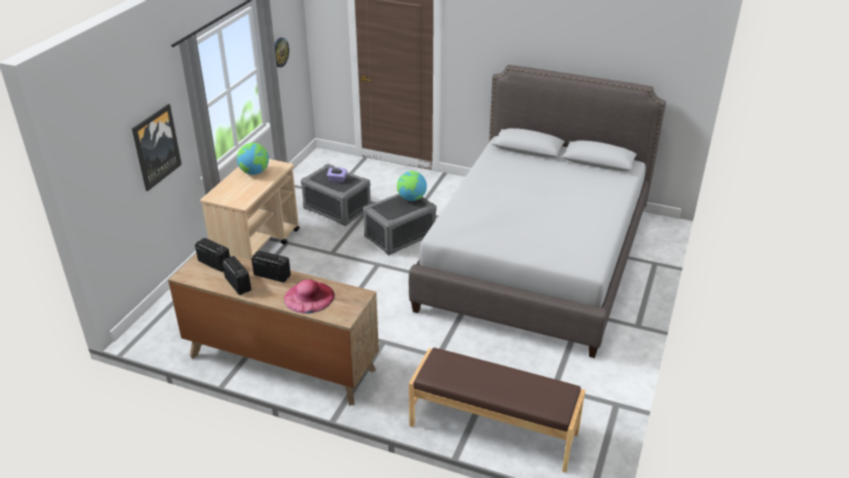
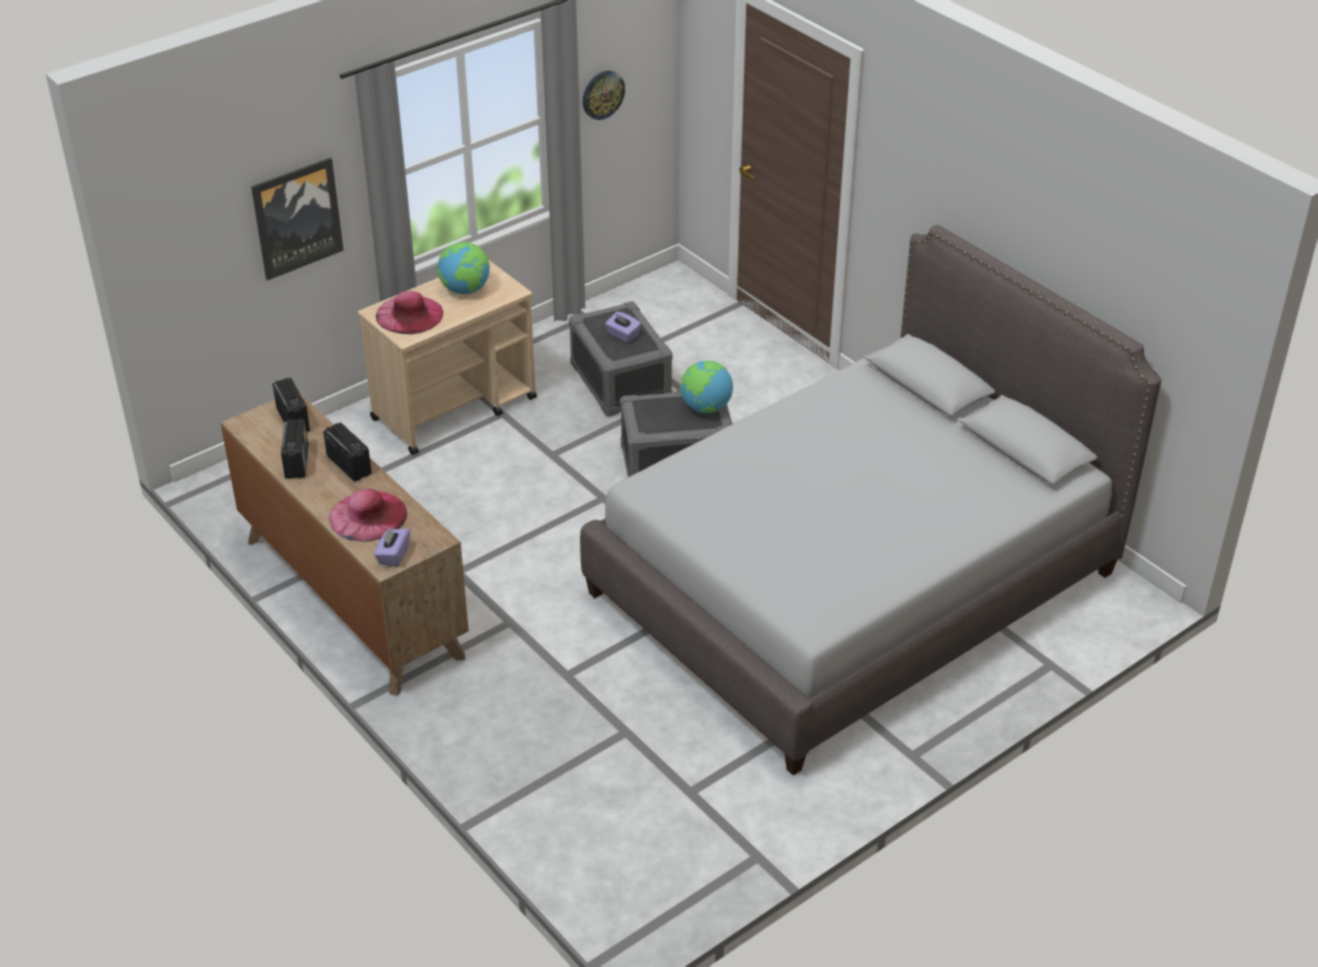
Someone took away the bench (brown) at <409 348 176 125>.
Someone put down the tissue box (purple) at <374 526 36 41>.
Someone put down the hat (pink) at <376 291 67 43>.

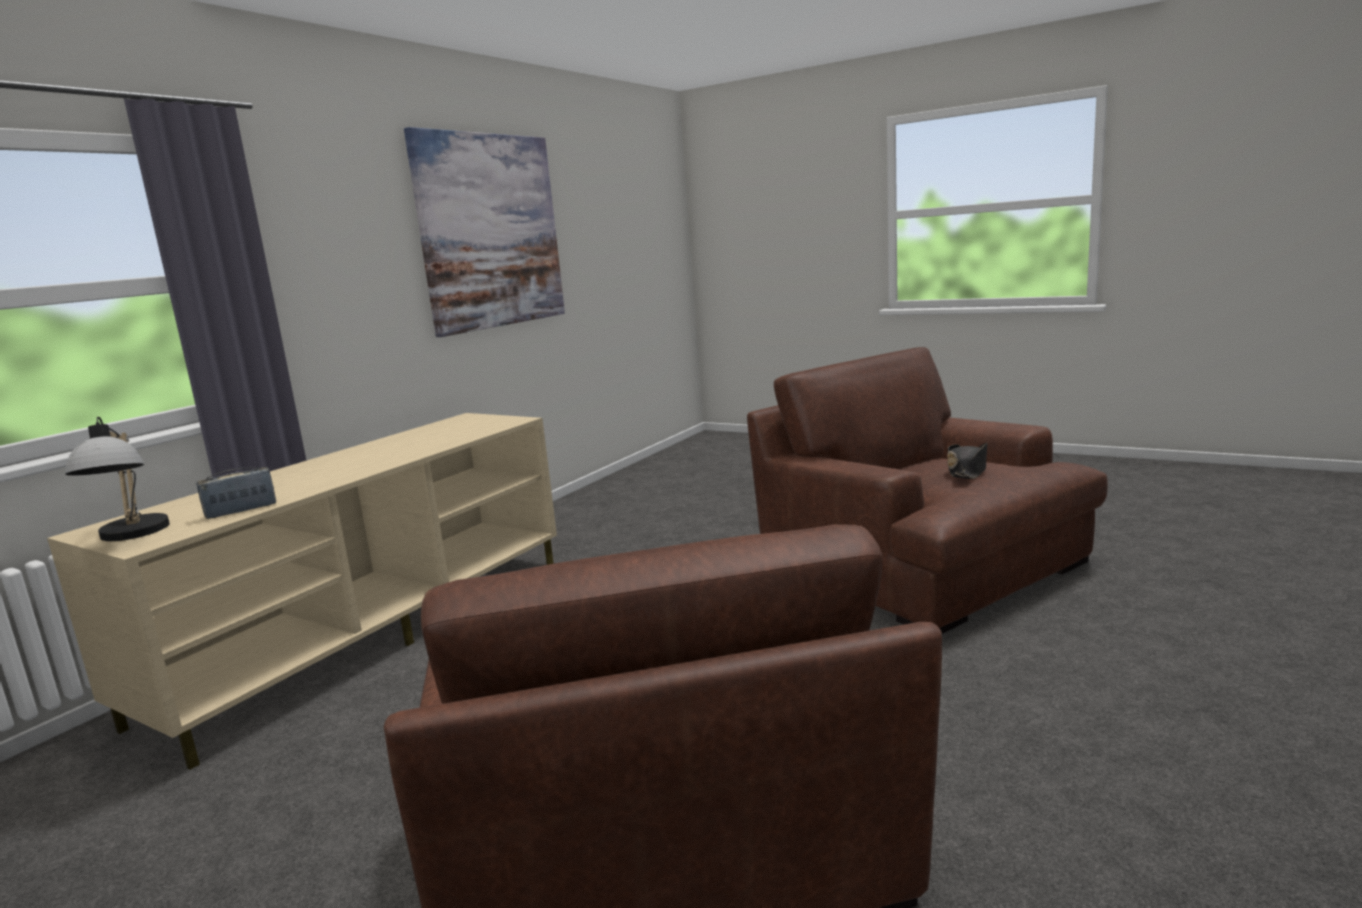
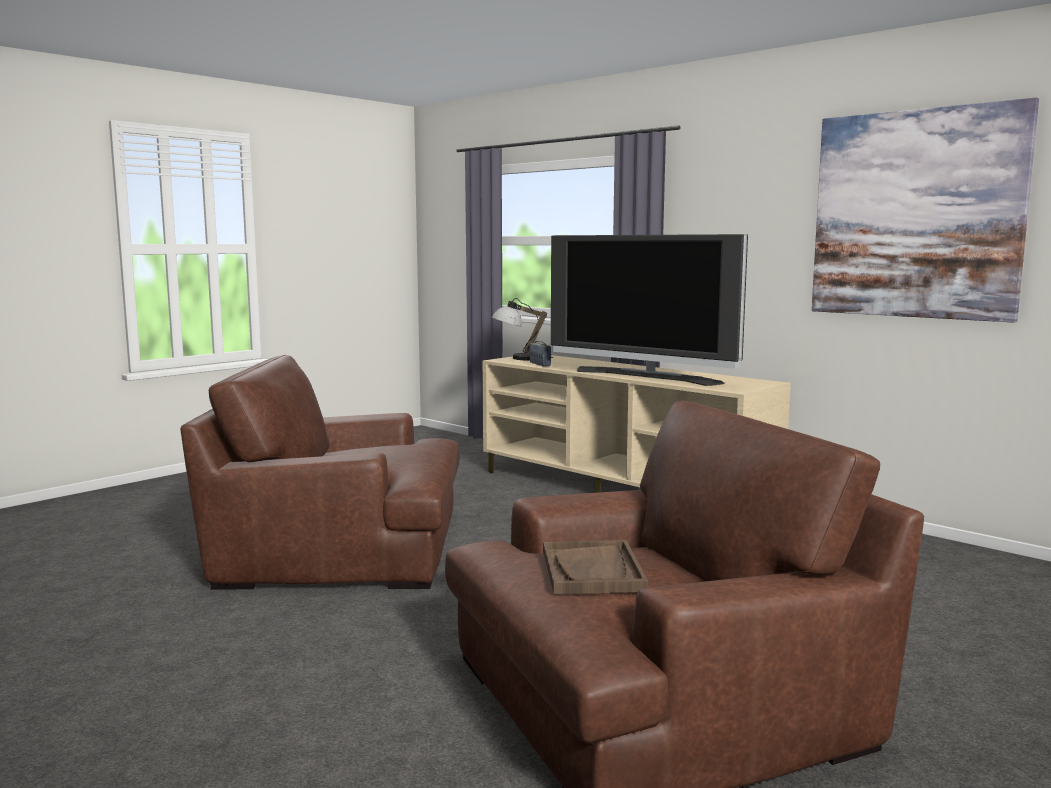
Someone swapped the hat (black) at <947 442 41 37> for the tray (brown) at <543 540 105 55>.
Someone put down the television at <551 234 197 152>.

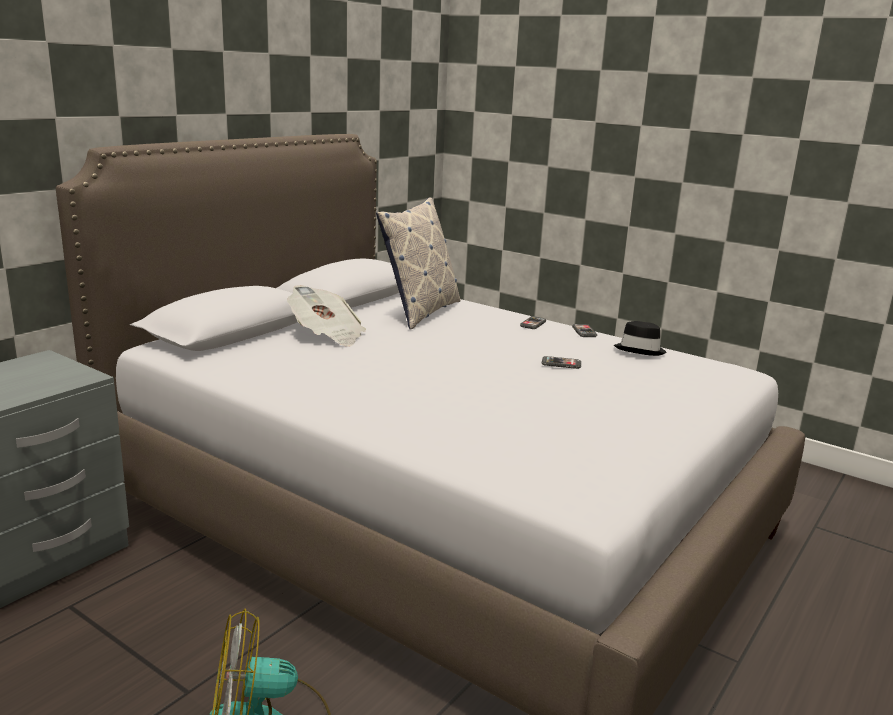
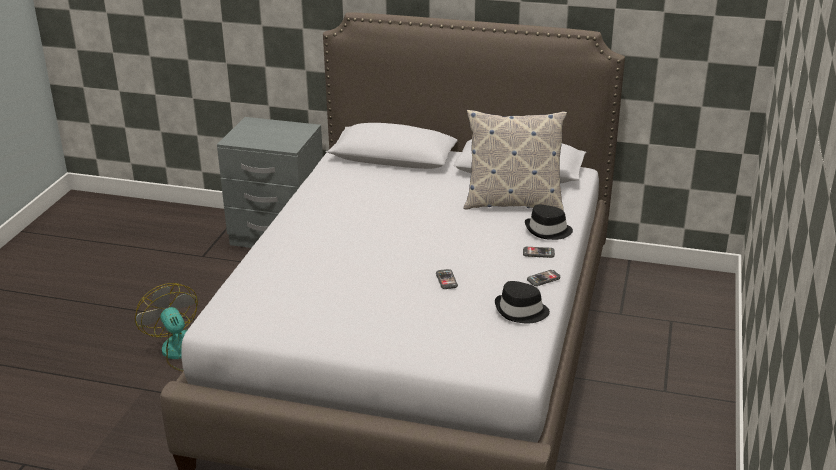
Someone took away the newspaper at <287 285 79 62>.
Someone put down the hat (black) at <525 205 48 35>.

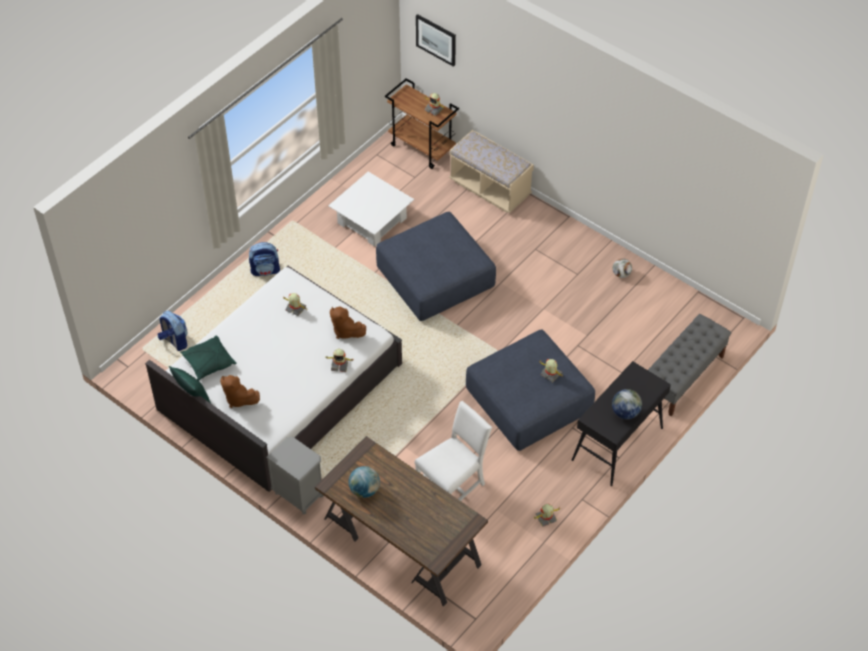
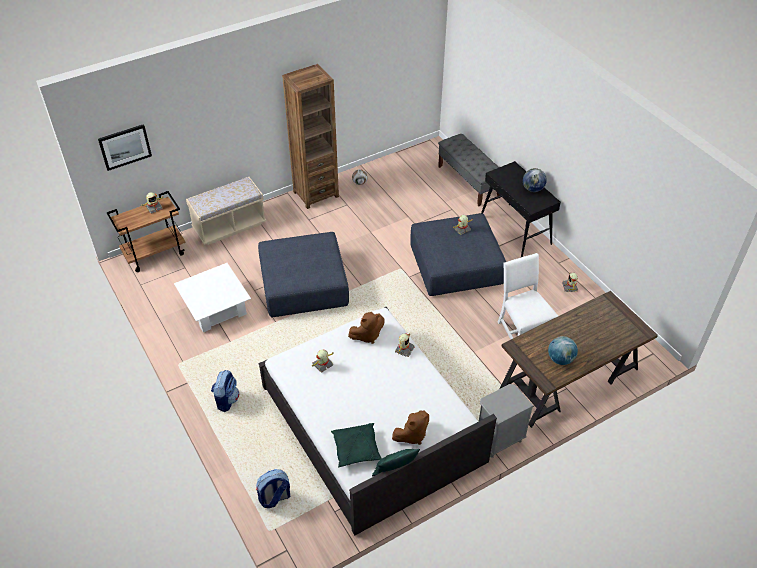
Someone put down the bookcase (brown) at <282 64 57 145>.

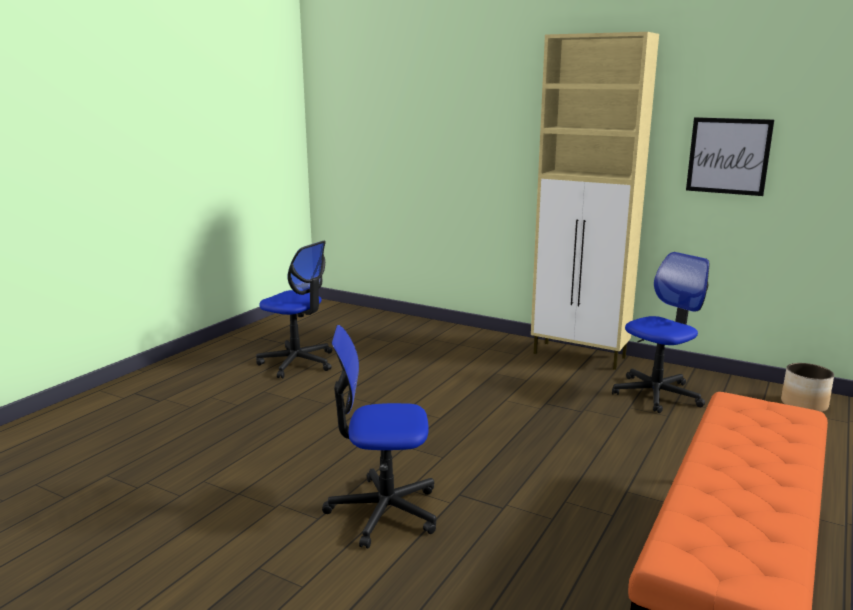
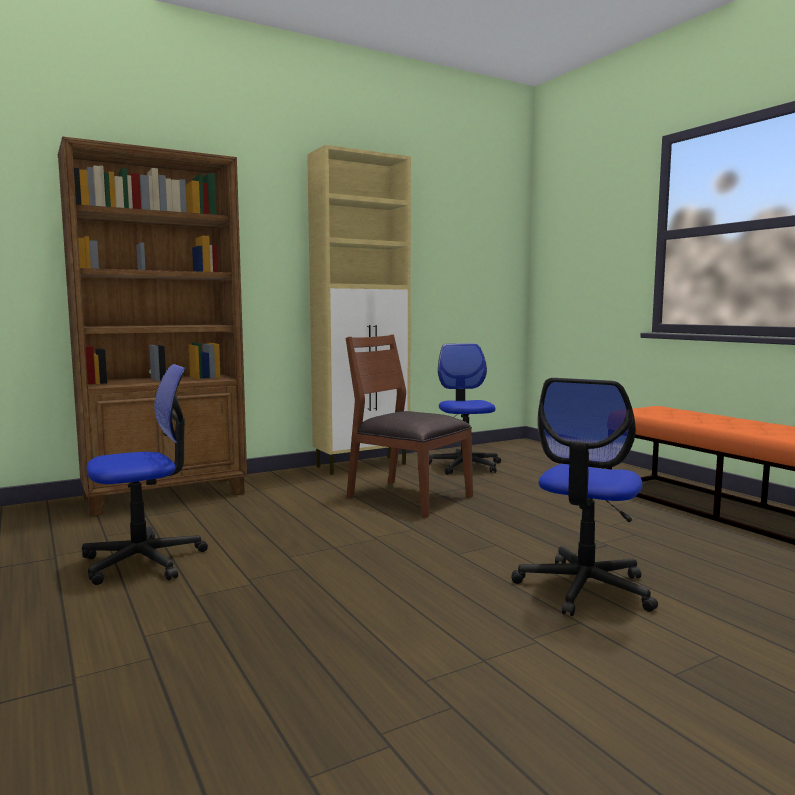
Someone took away the picture at <686 117 88 79>.
Someone took away the planter at <781 363 53 49>.
Someone put down the bookcase (brown) at <58 136 189 380>.
Someone put down the chair (brown) at <346 334 127 184>.

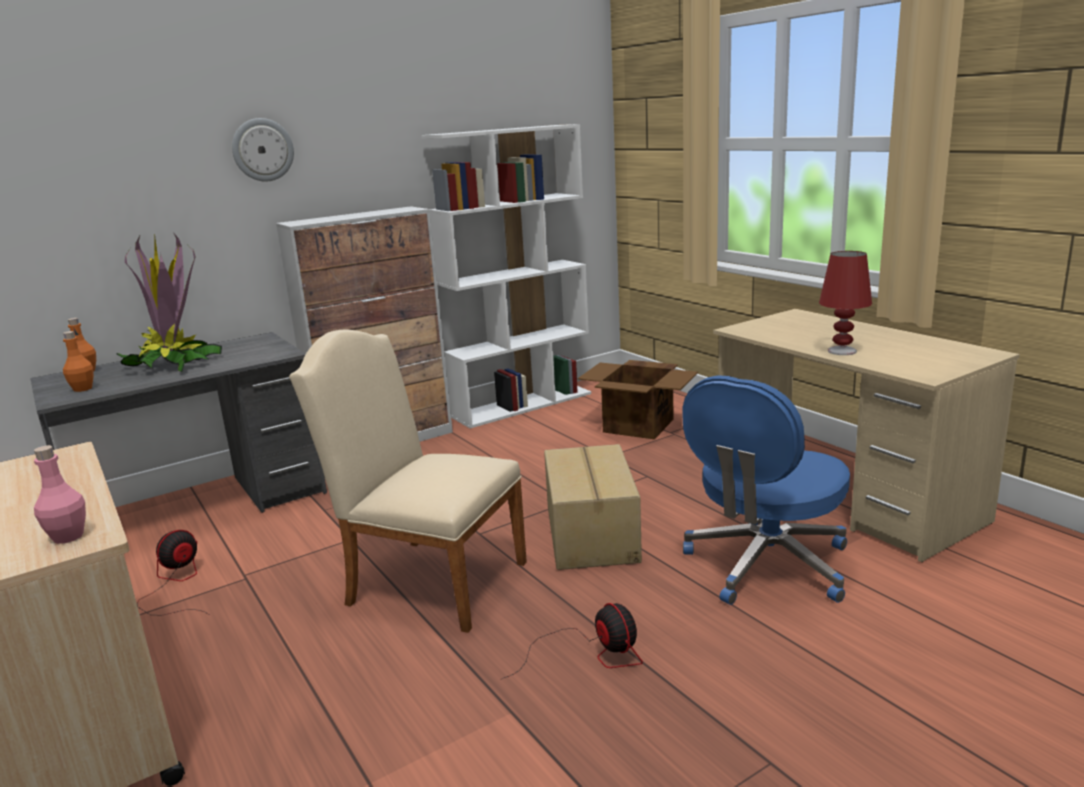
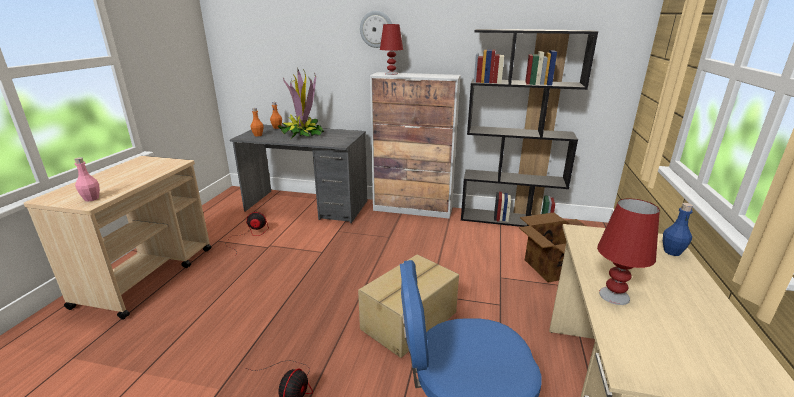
Someone took away the chair (beige) at <289 330 238 303>.
Someone repainted the bookcase (white) at <421 124 170 304>, which became the bookcase (black) at <461 29 137 198>.
Someone put down the table lamp (red) at <380 24 23 51>.
Someone put down the bottle (blue) at <663 203 30 53>.

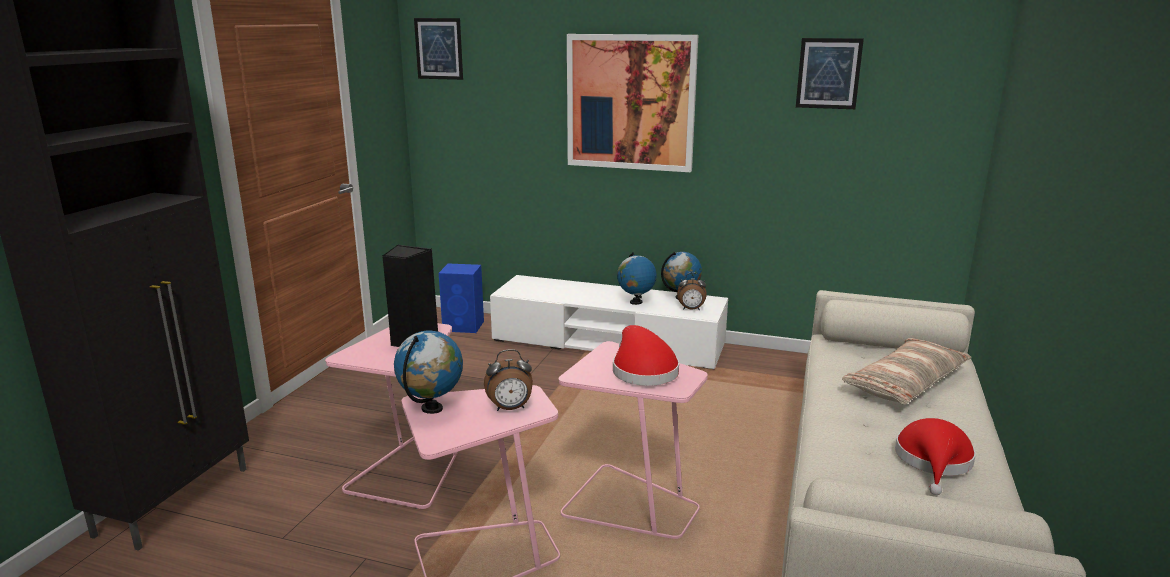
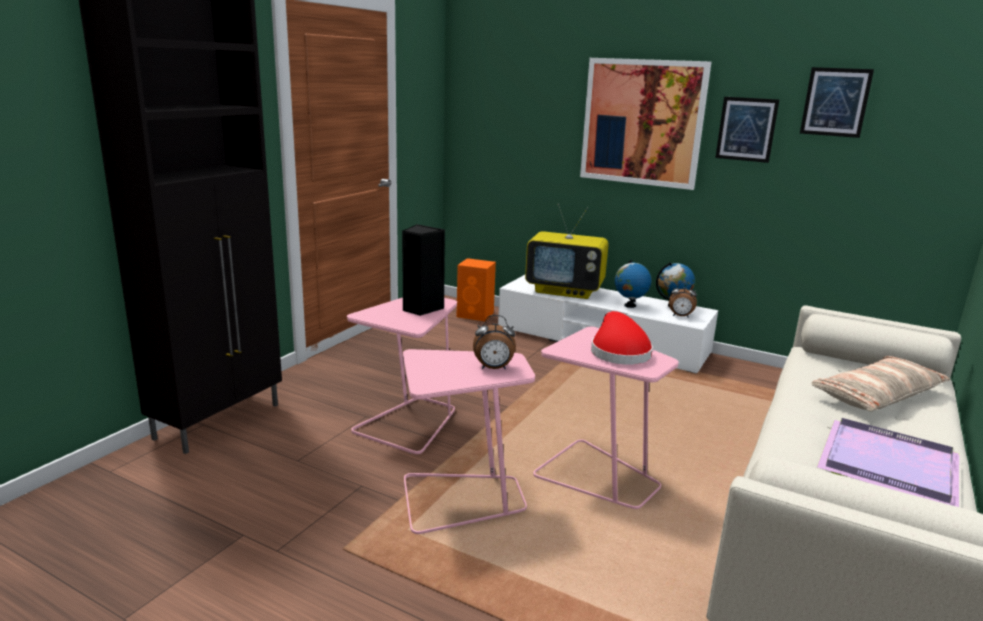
Someone took away the globe at <394 330 69 84>.
Someone carried the picture from <414 18 49 62> to <715 97 64 66>.
Someone repainted the speaker (blue) at <439 263 45 70>, which became the speaker (orange) at <457 258 39 63>.
Someone swapped the hat (red) at <895 418 81 77> for the tray (purple) at <817 418 142 89>.
Someone put down the television at <525 204 84 95>.

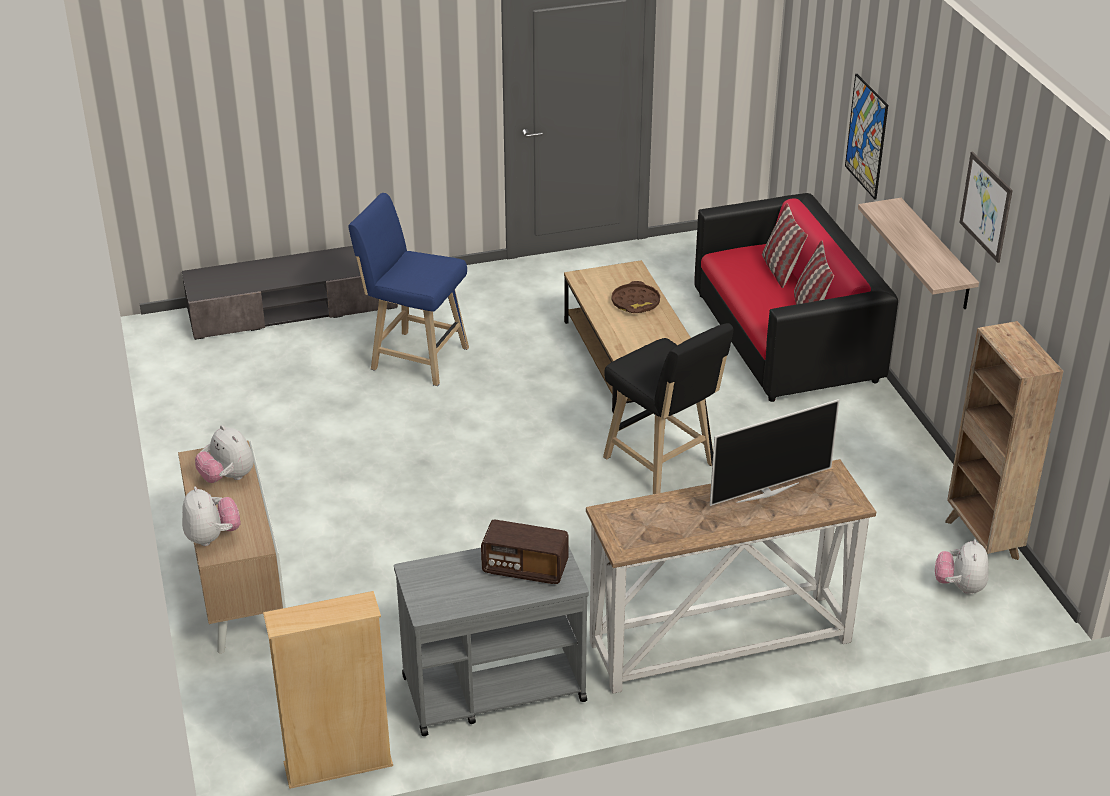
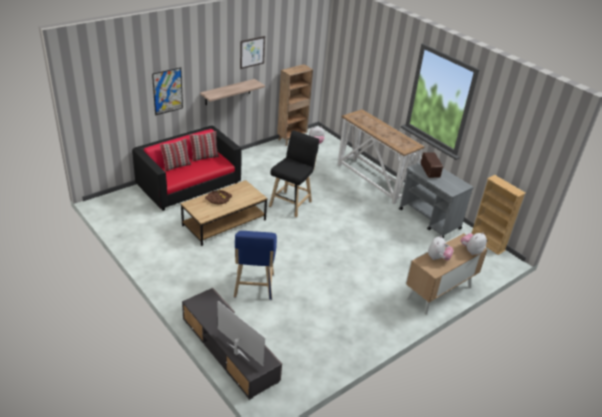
Someone carried the television from <710 399 130 107> to <218 301 47 65>.

